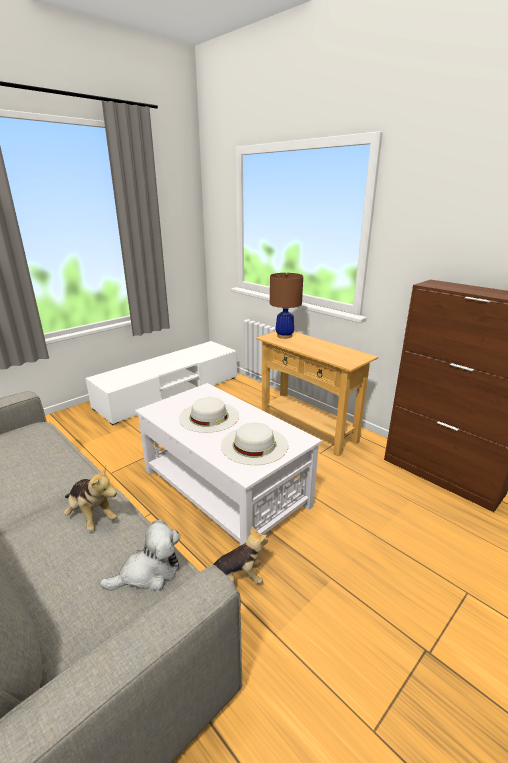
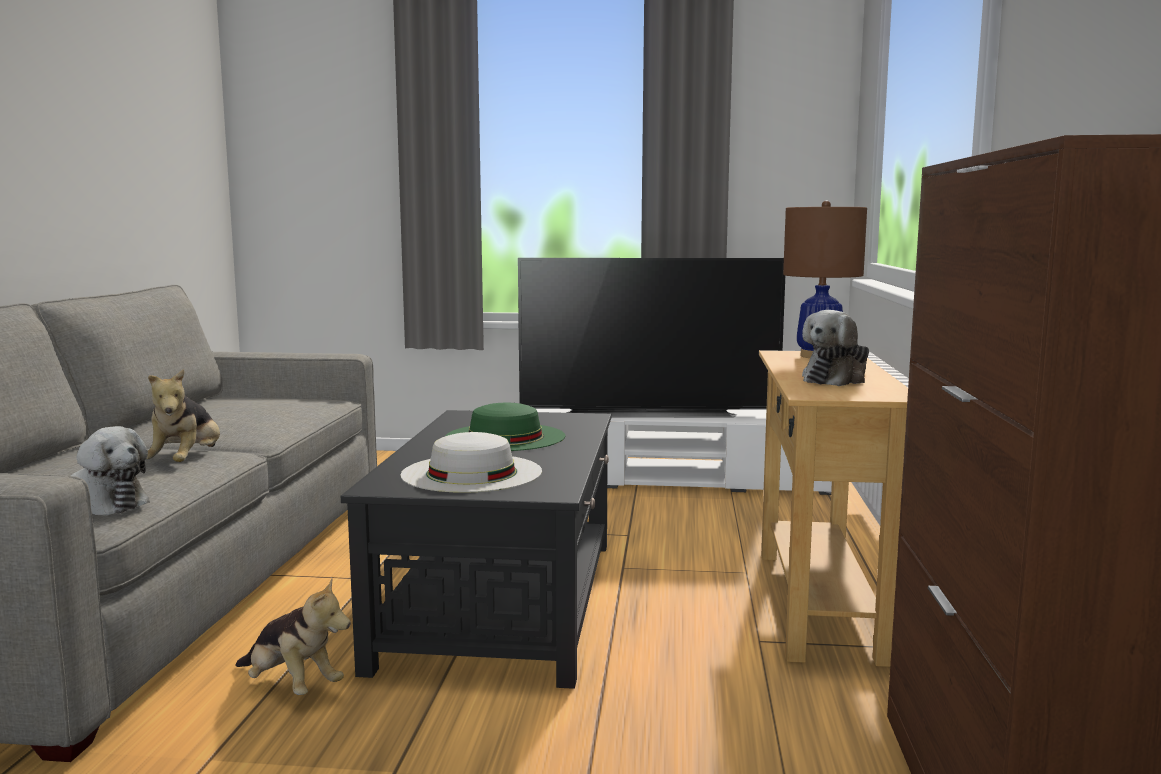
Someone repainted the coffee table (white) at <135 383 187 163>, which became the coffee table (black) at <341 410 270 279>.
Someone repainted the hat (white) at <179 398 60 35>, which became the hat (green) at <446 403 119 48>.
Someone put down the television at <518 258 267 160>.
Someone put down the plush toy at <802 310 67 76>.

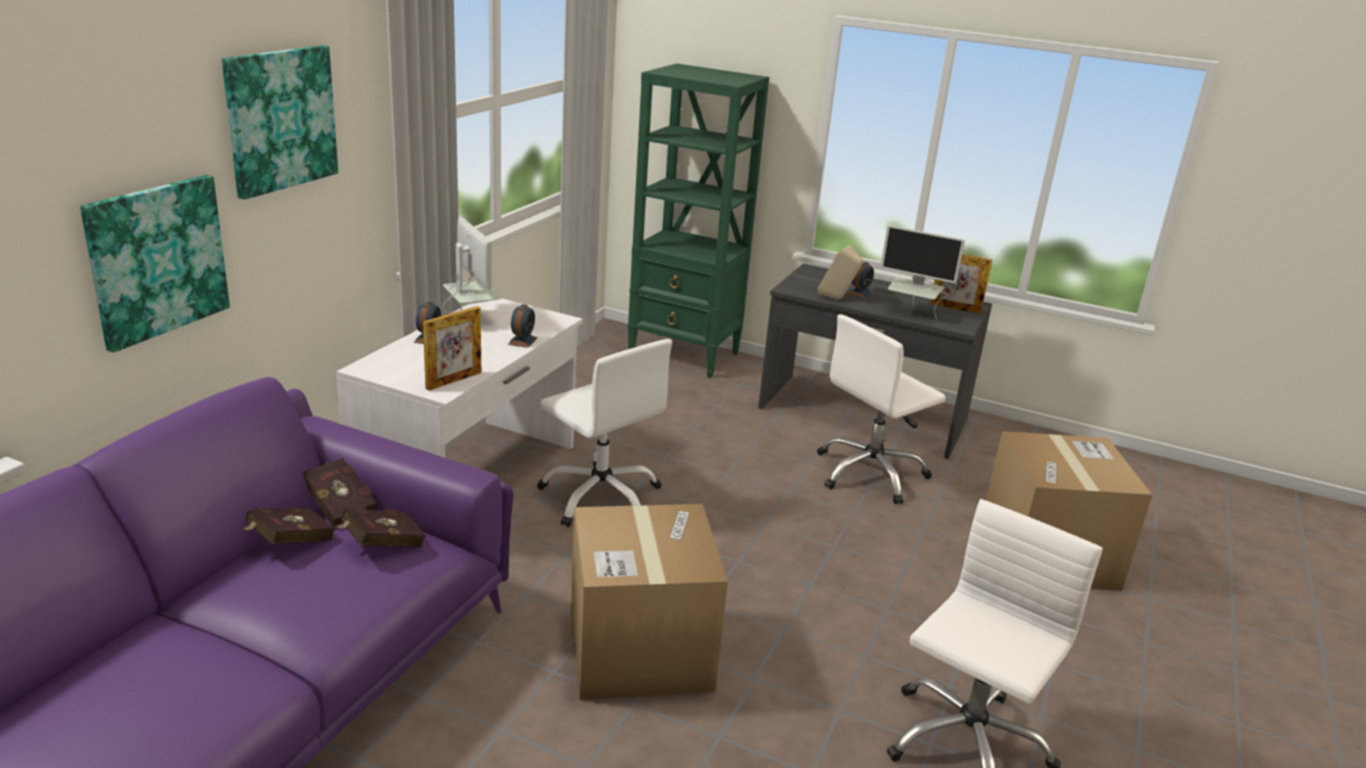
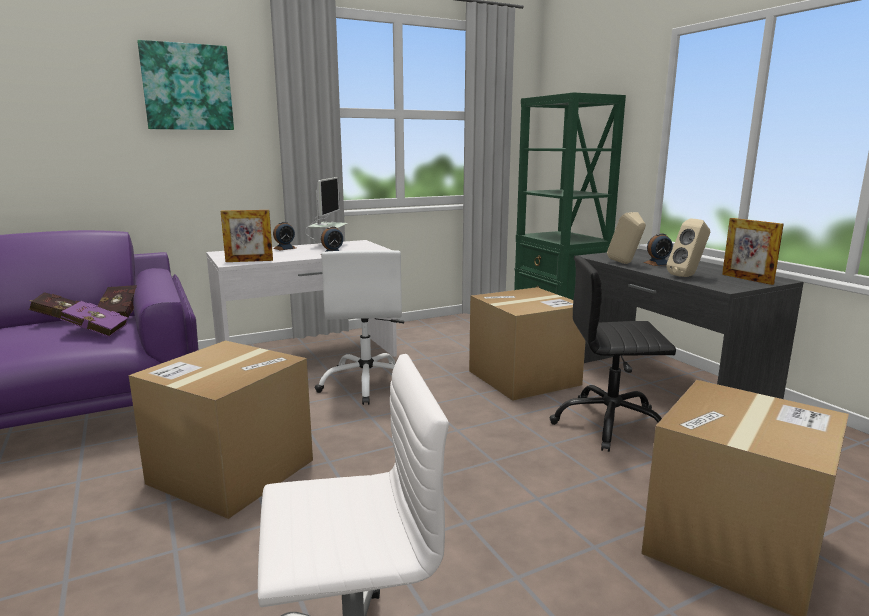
Someone took away the picture at <80 175 150 178>.
Someone repainted the book (red) at <336 508 90 39>, which became the book (purple) at <60 301 68 36>.
Someone repainted the office chair (white) at <817 314 129 190>, which became the office chair (black) at <549 256 127 196>.
Someone swapped the monitor at <881 225 84 93> for the speaker (beige) at <666 219 44 58>.
Someone put down the cardboard box at <469 287 117 114>.

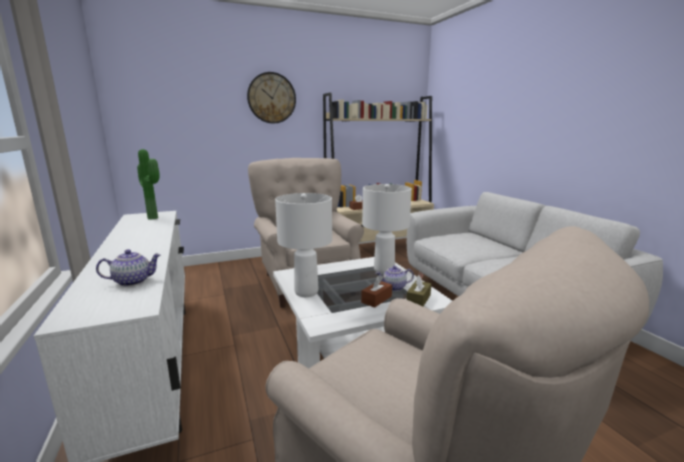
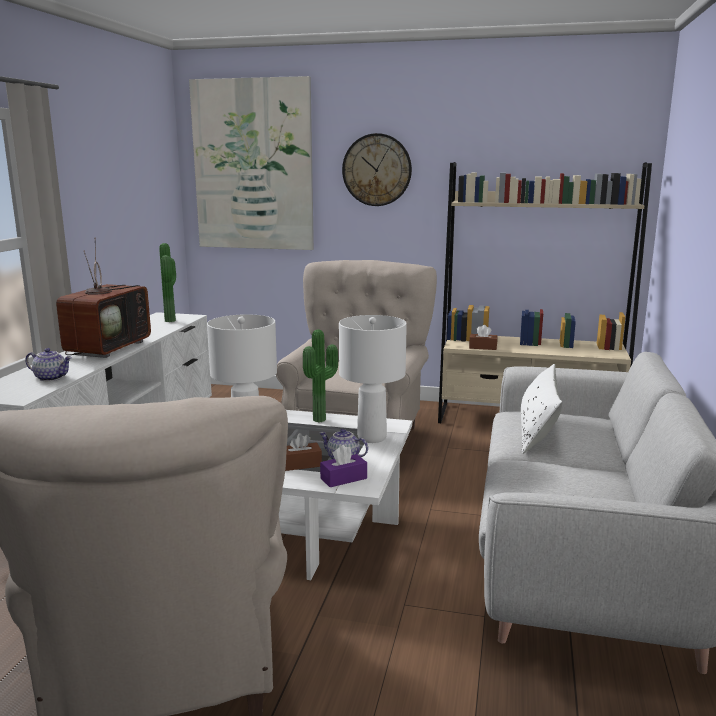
Someone repainted the tissue box (brown) at <406 275 25 32>, which became the tissue box (purple) at <320 445 47 42>.
Someone put down the television at <56 238 95 120>.
Someone put up the picture at <189 76 125 174>.
Someone put down the potted plant at <303 329 35 93>.
Someone put down the pillow (white) at <521 364 42 90>.

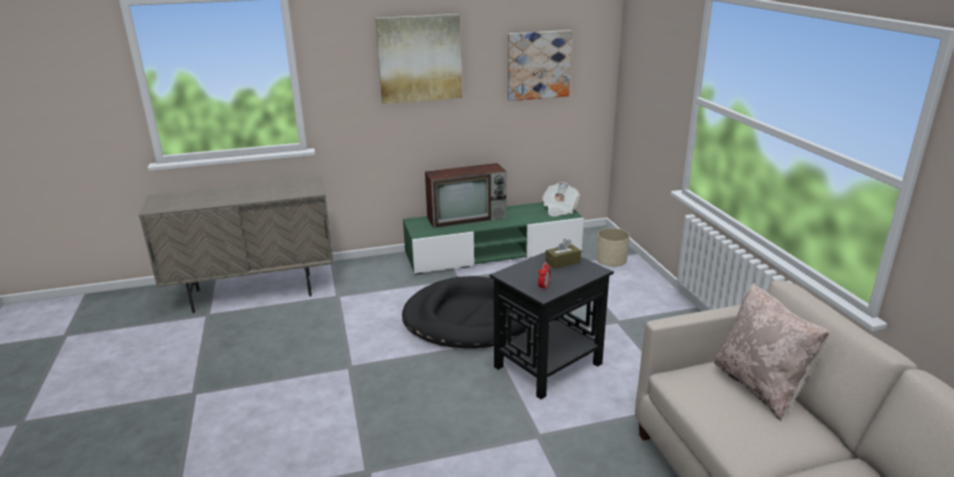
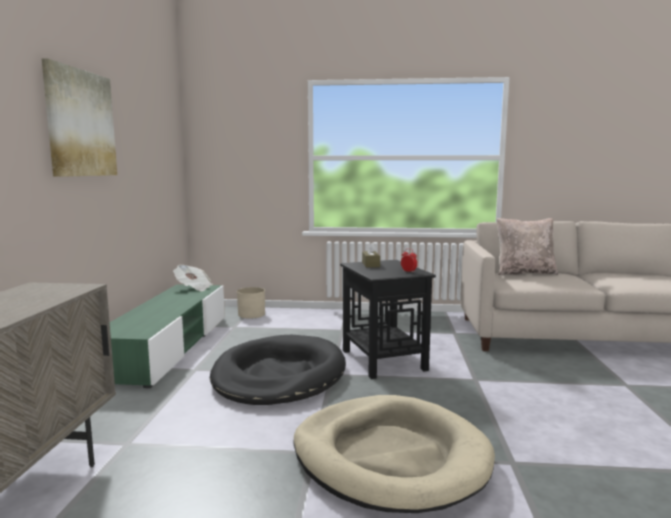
Someone took away the television at <425 163 81 65>.
Someone took away the picture at <508 30 64 71>.
Someone put down the dog bed (beige) at <293 395 202 118>.

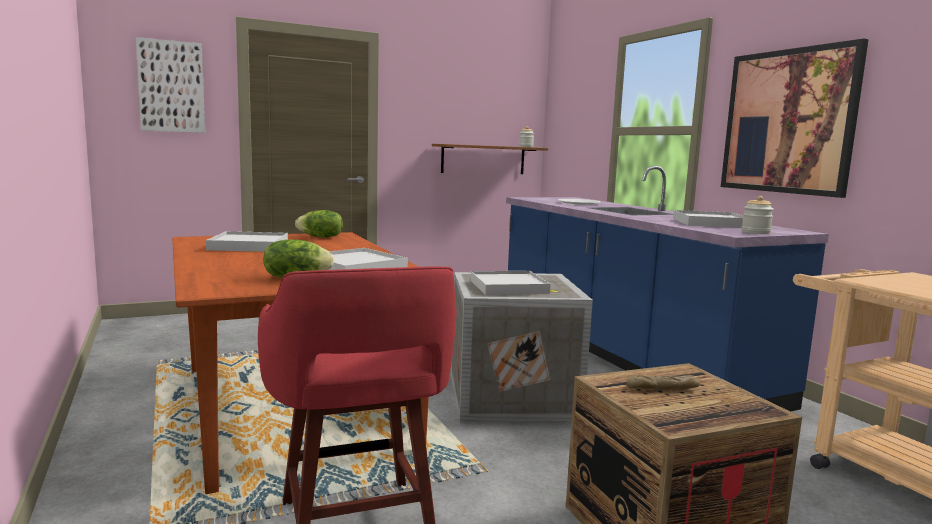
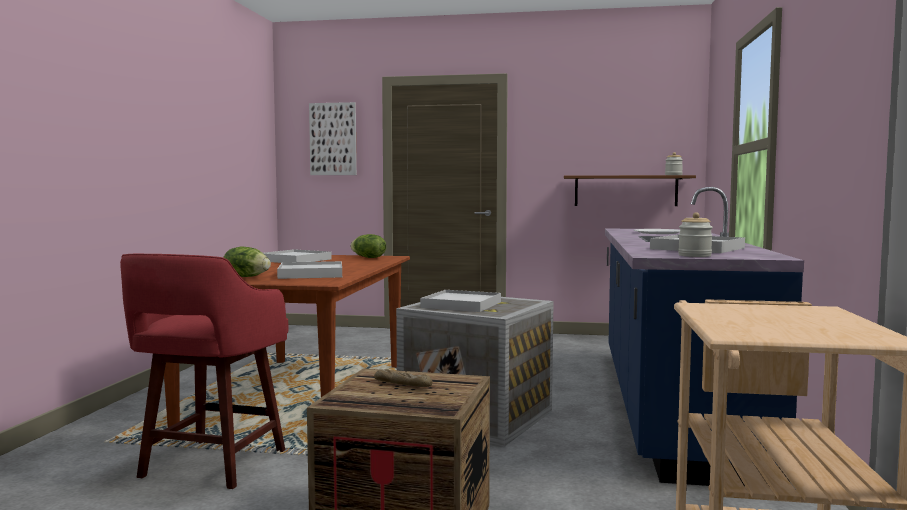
Someone took away the picture at <721 38 148 160>.

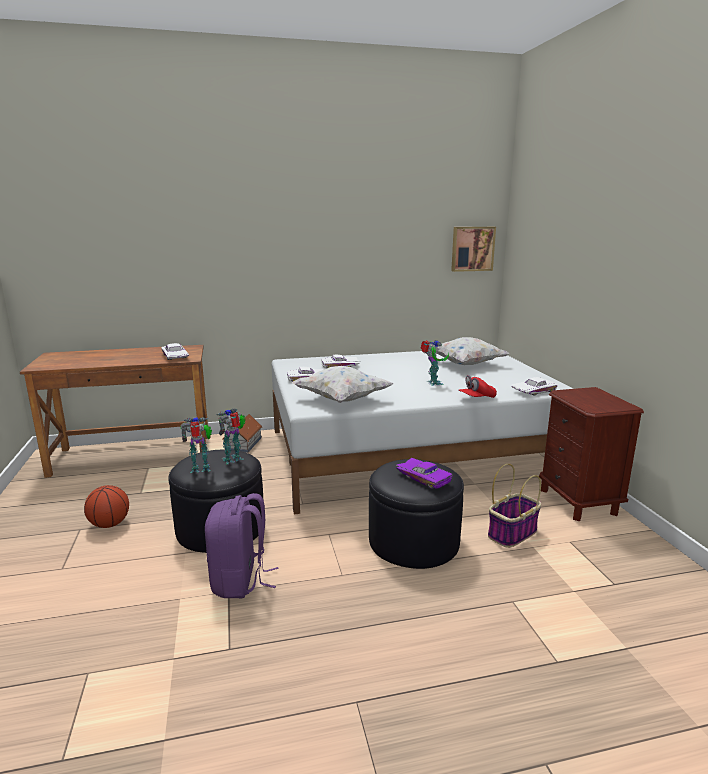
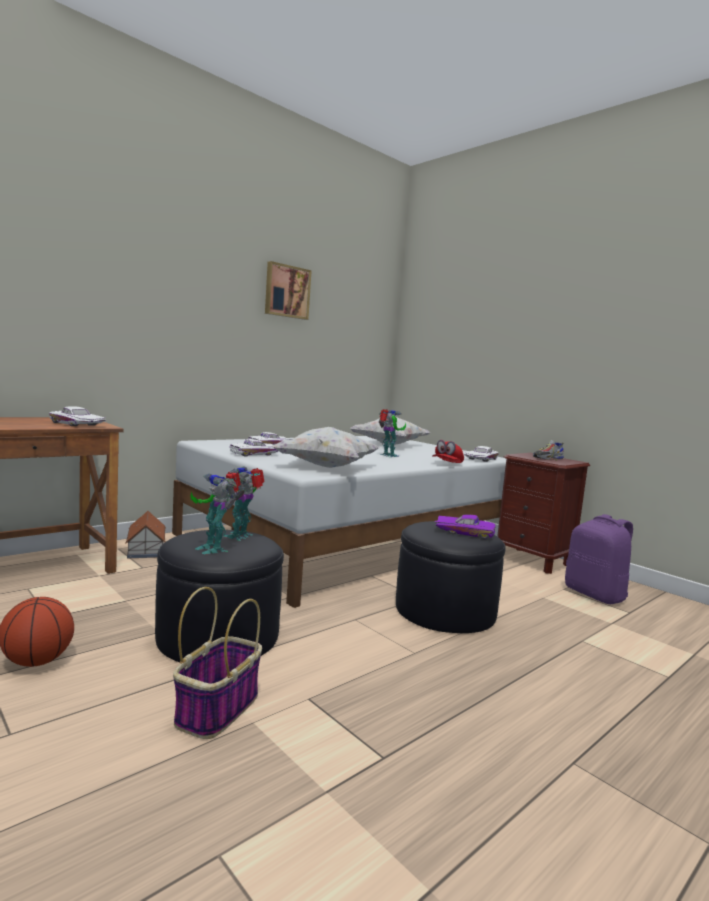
Someone rotated the toy robot at <181 417 31 56> by 90 degrees counterclockwise.
Someone carried the backpack (purple) from <205 493 74 105> to <565 514 68 90>.
Someone carried the picture from <451 227 45 45> to <265 261 47 59>.
Someone carried the basket from <488 464 53 84> to <173 587 89 152>.
Someone put down the shoe at <533 440 31 20>.

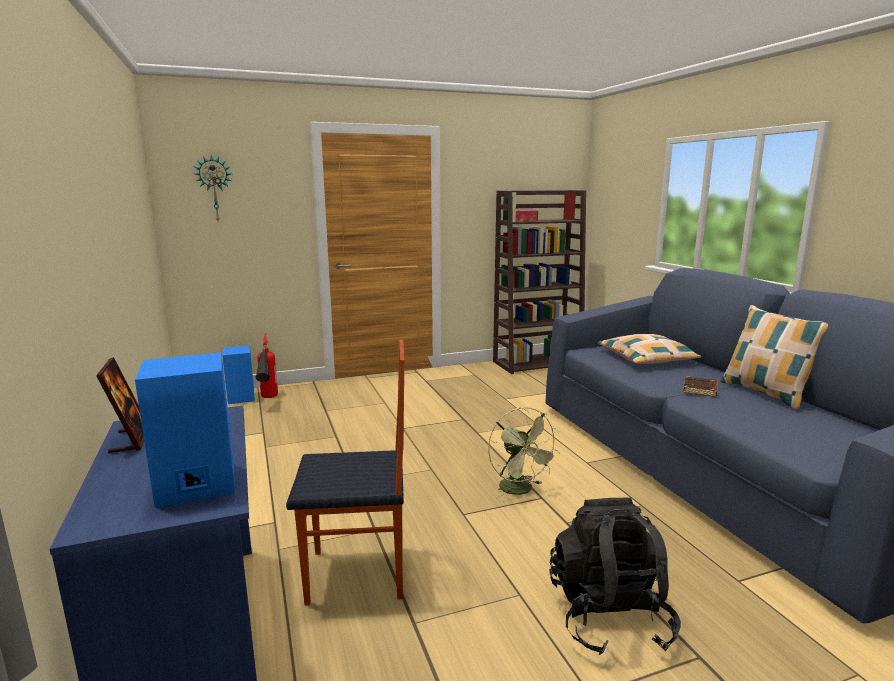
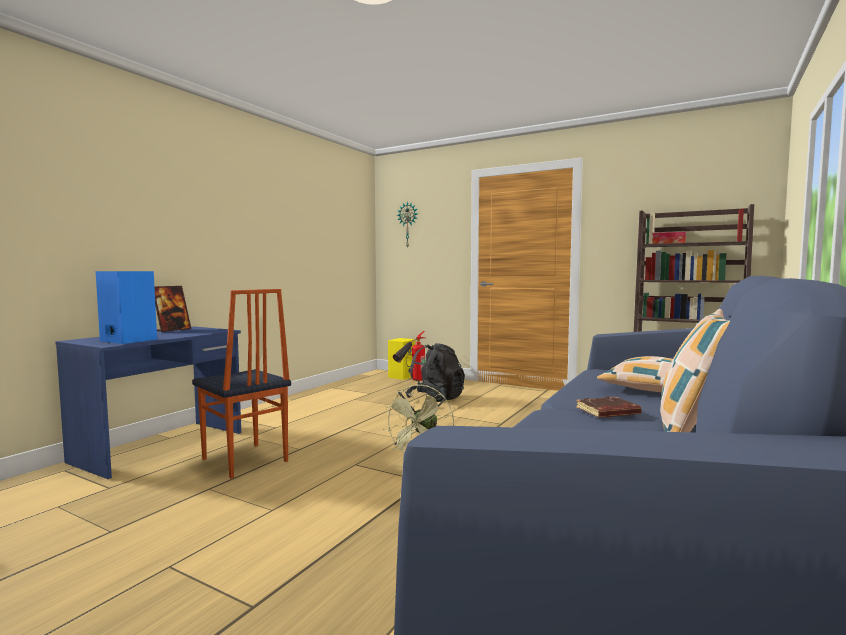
Someone repainted the speaker (blue) at <222 345 33 59>, which became the speaker (yellow) at <388 338 27 42>.
Someone carried the backpack (black) from <549 497 132 158> to <405 343 60 59>.

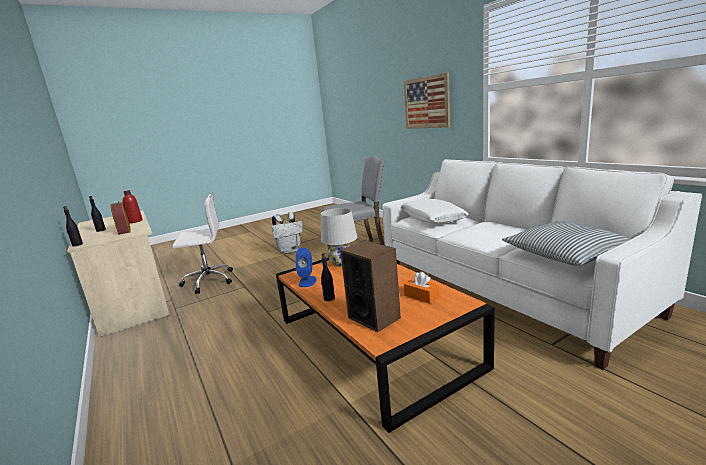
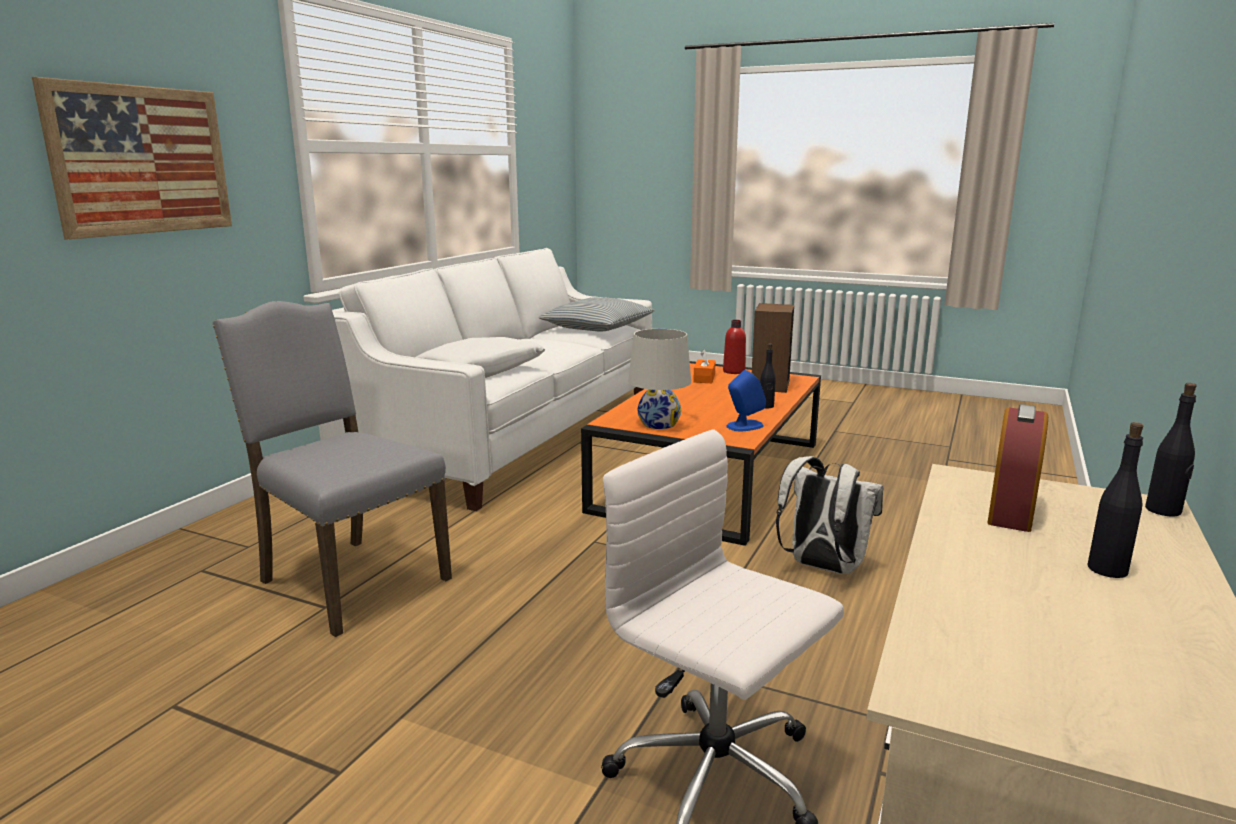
Someone carried the bottle (red) from <122 190 21 33> to <723 320 23 54>.
Someone carried the backpack (white) from <271 212 32 42> to <776 456 108 118>.

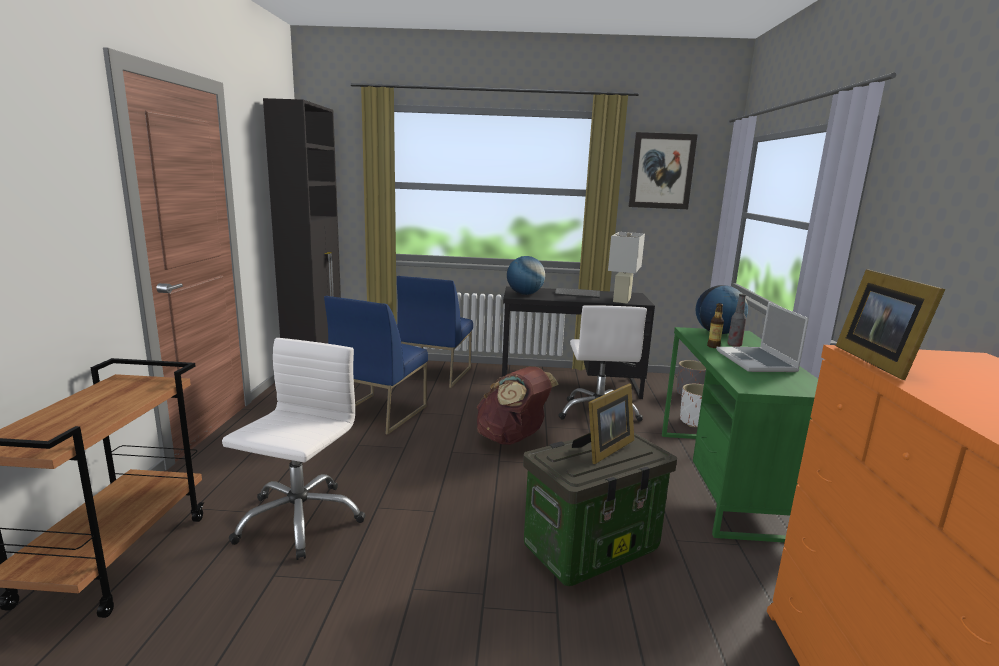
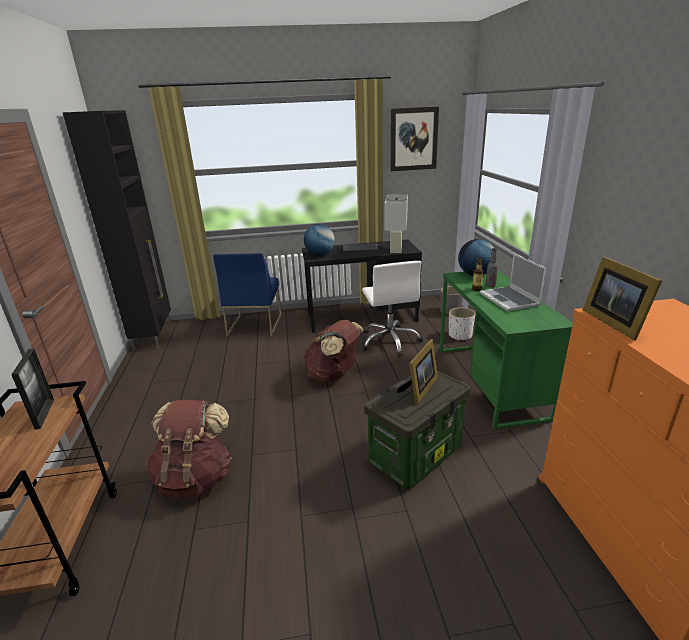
Someone swapped the office chair (white) at <222 338 143 222> for the backpack (brown) at <146 400 86 98>.
Someone took away the chair (blue) at <324 296 104 139>.
Someone put down the picture frame at <11 348 43 82>.

